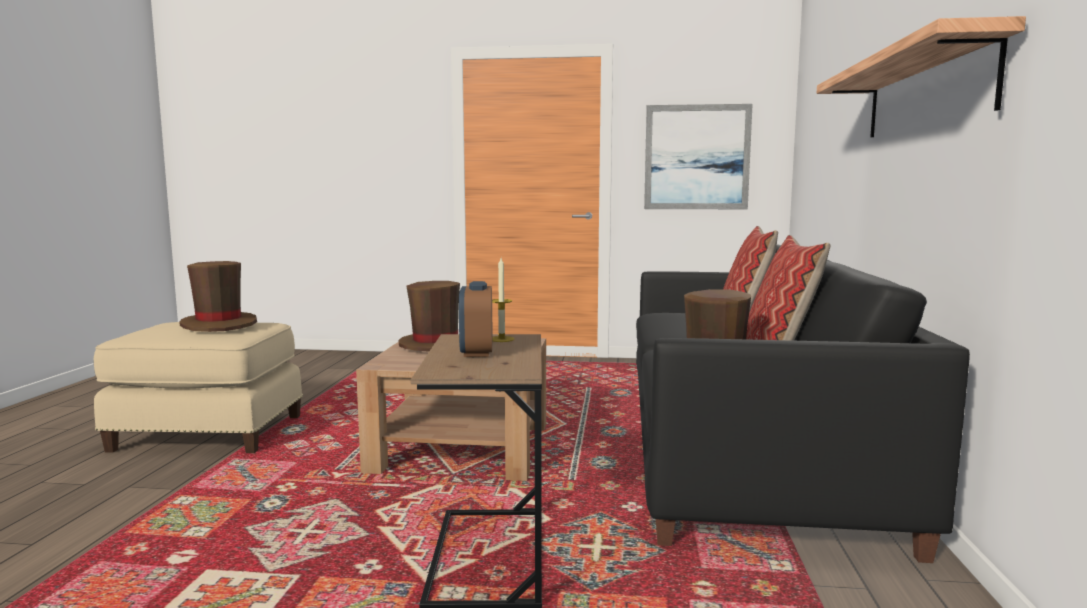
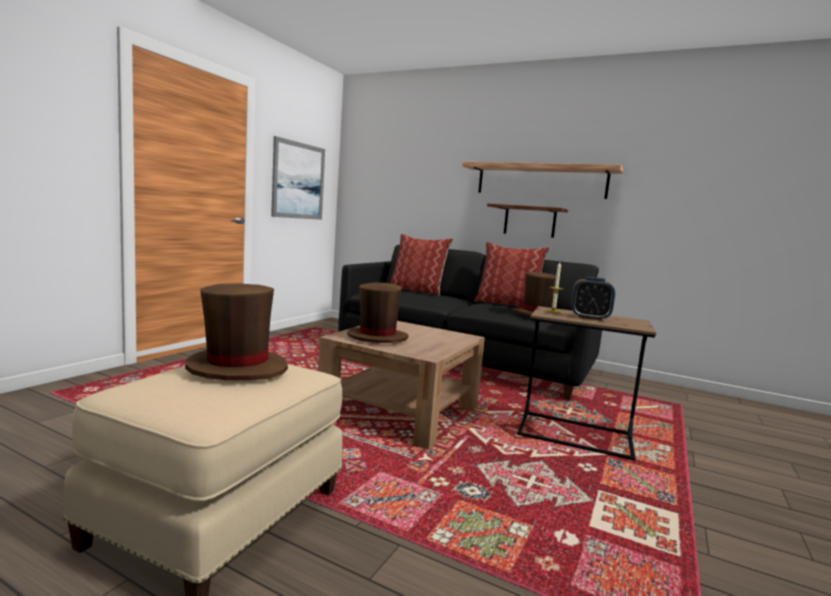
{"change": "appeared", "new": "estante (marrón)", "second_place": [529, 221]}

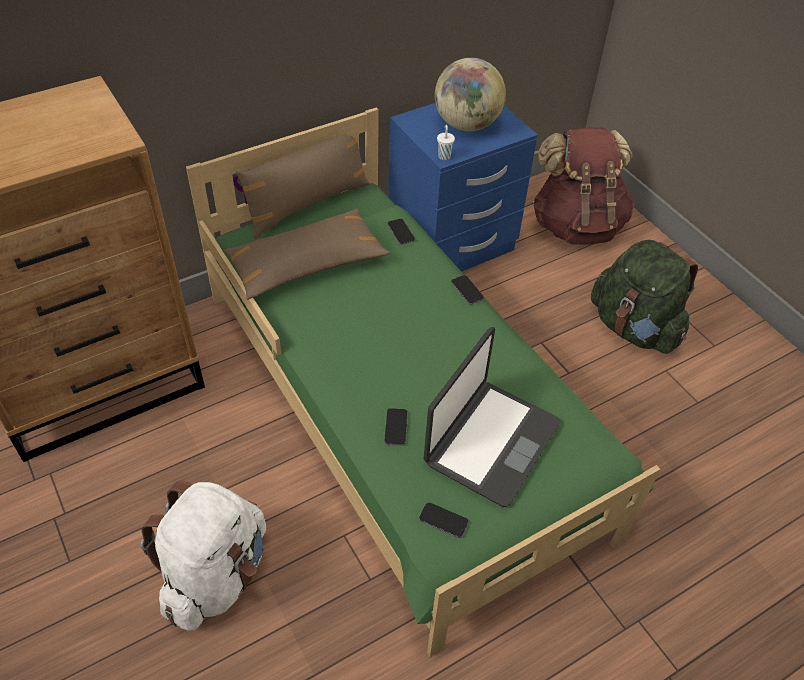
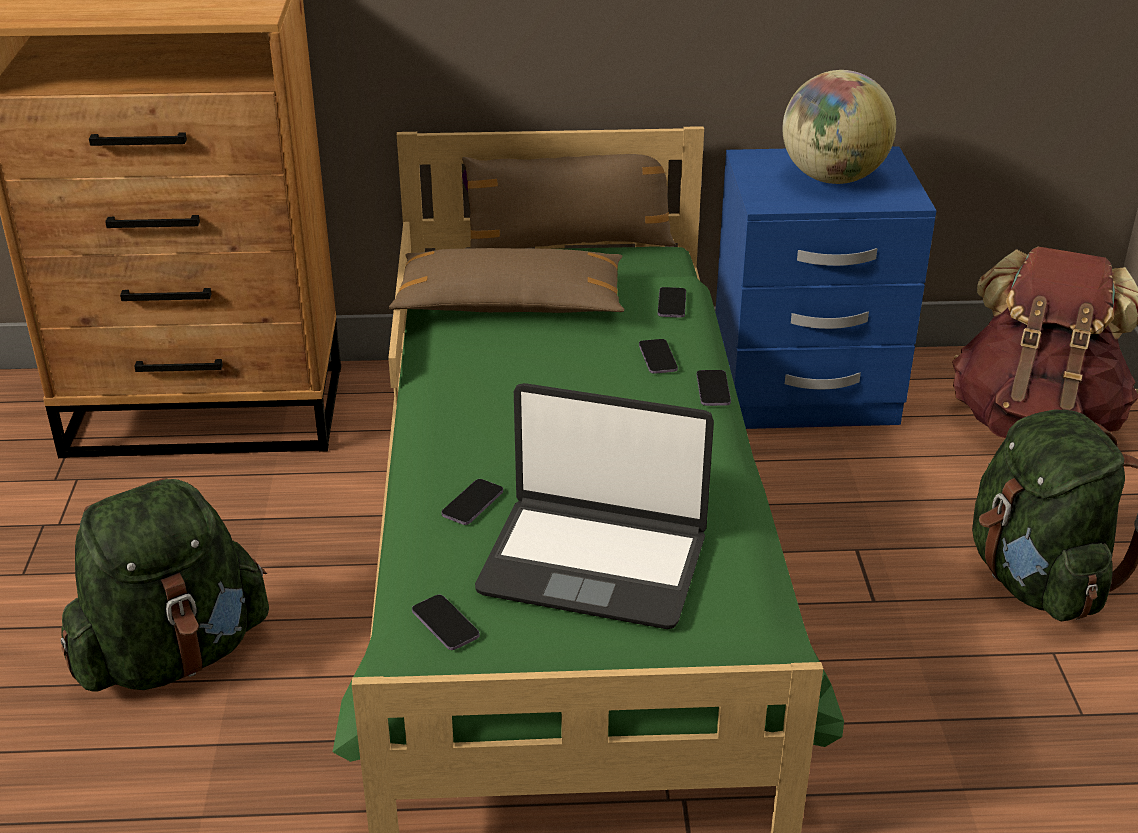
{"change": "colour", "old": "mochila (blanco)", "new": "mochila (verde)", "first_place": [216, 575], "second_place": [174, 655]}
{"change": "spun", "old": "portátil", "first_place": [490, 442], "second_place": [594, 563], "degrees": 45}
{"change": "appeared", "new": "móvil", "second_place": [657, 358]}
{"change": "missing", "old": "taza (blanco)", "first_place": [444, 156]}

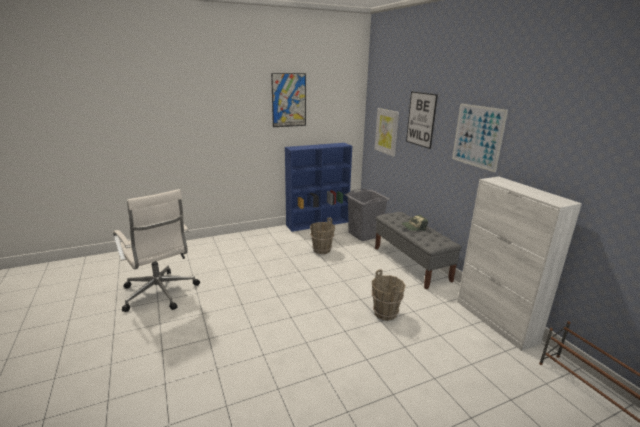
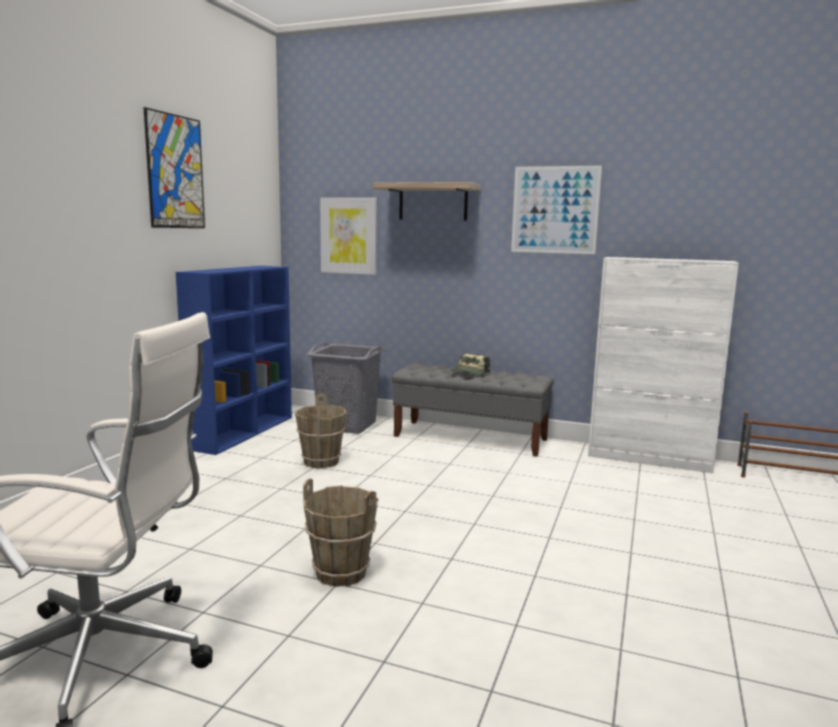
{"change": "relocated", "old": "cubo (marrón)", "first_place": [385, 313], "second_place": [341, 572]}
{"change": "exchanged", "old": "cuadro", "new": "estante", "first_place": [421, 119], "second_place": [433, 202]}

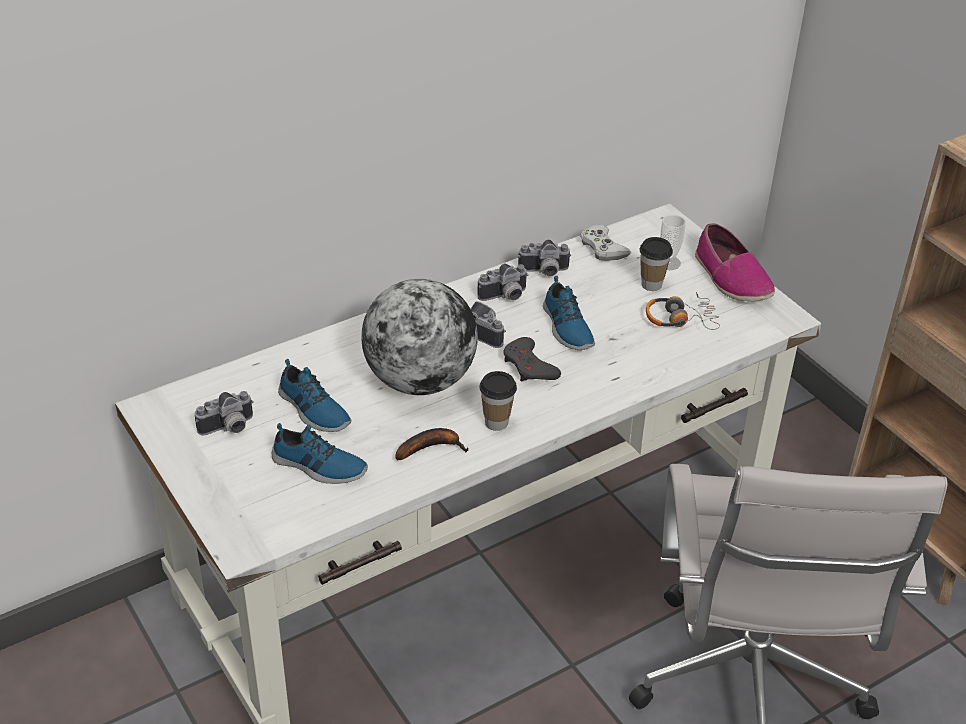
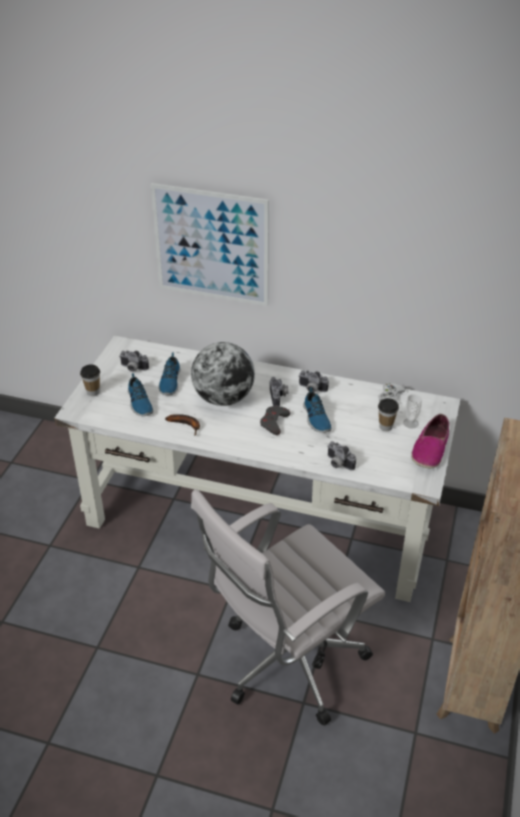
{"change": "relocated", "old": "taza", "first_place": [496, 422], "second_place": [93, 392]}
{"change": "appeared", "new": "cuadro", "second_place": [211, 245]}
{"change": "spun", "old": "zapato", "first_place": [566, 327], "second_place": [316, 418], "degrees": -45}
{"change": "relocated", "old": "cámara", "first_place": [544, 272], "second_place": [338, 464]}
{"change": "missing", "old": "auriculares", "first_place": [680, 319]}

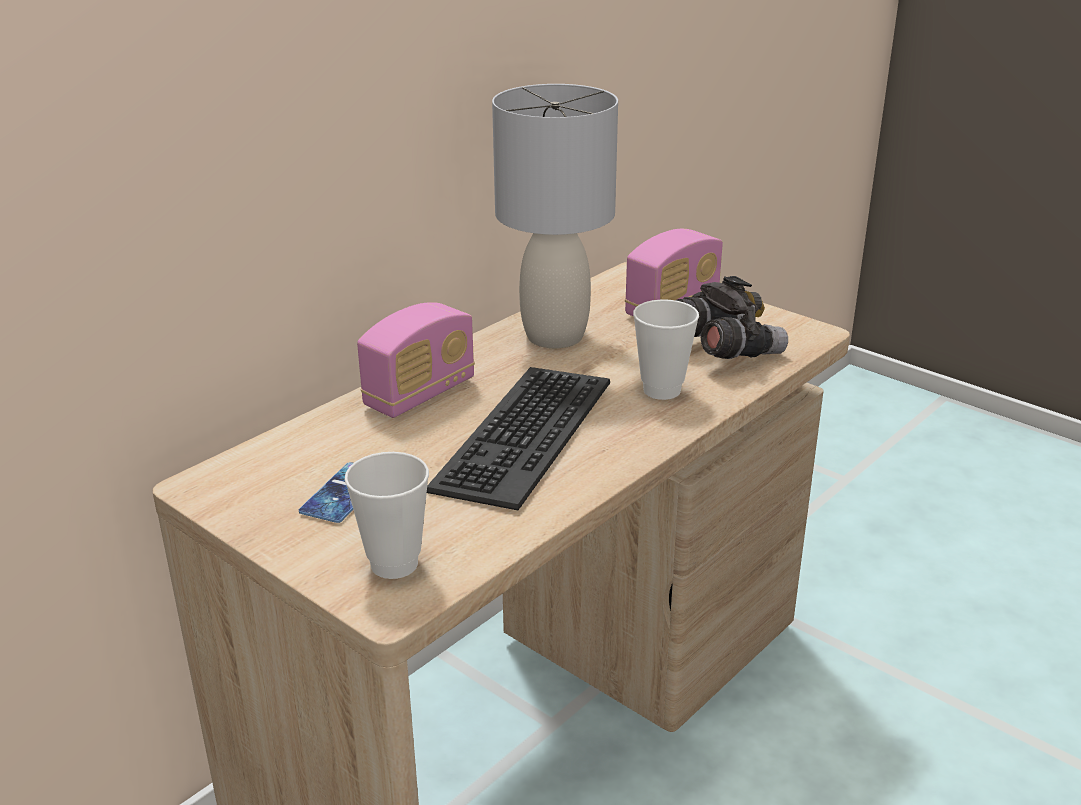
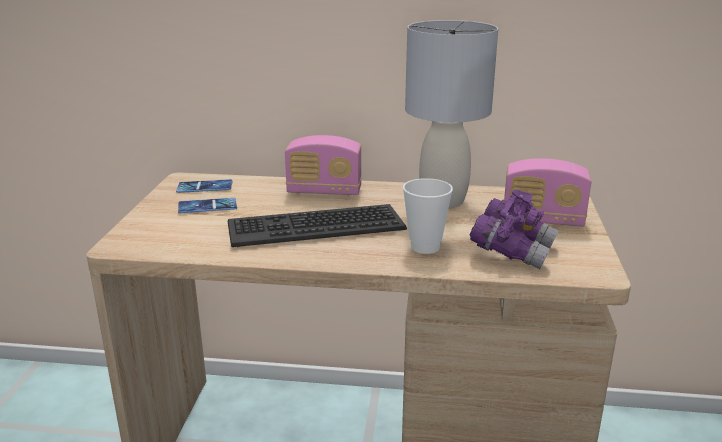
{"change": "appeared", "new": "móvil", "second_place": [204, 187]}
{"change": "colour", "old": "prismáticos (gris)", "new": "prismáticos (morado)", "first_place": [724, 351], "second_place": [512, 251]}
{"change": "missing", "old": "taza", "first_place": [394, 564]}

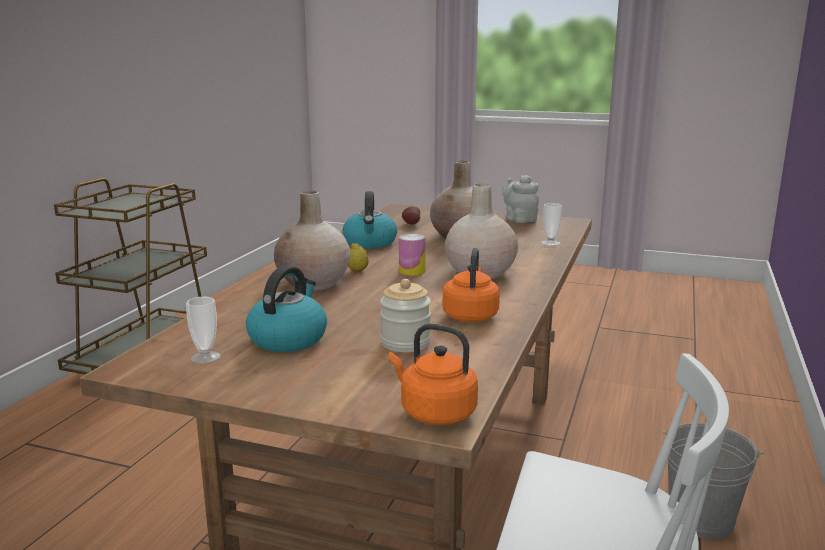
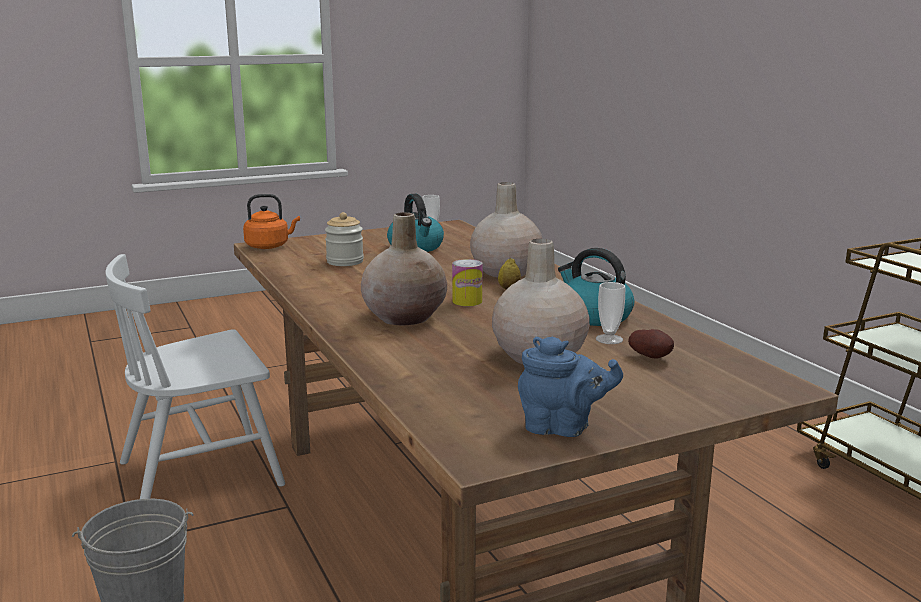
{"change": "colour", "old": "tetera (gris)", "new": "tetera (azul)", "first_place": [519, 219], "second_place": [562, 428]}
{"change": "relocated", "old": "taza", "first_place": [550, 243], "second_place": [609, 339]}
{"change": "missing", "old": "hervidor (naranja)", "first_place": [470, 315]}

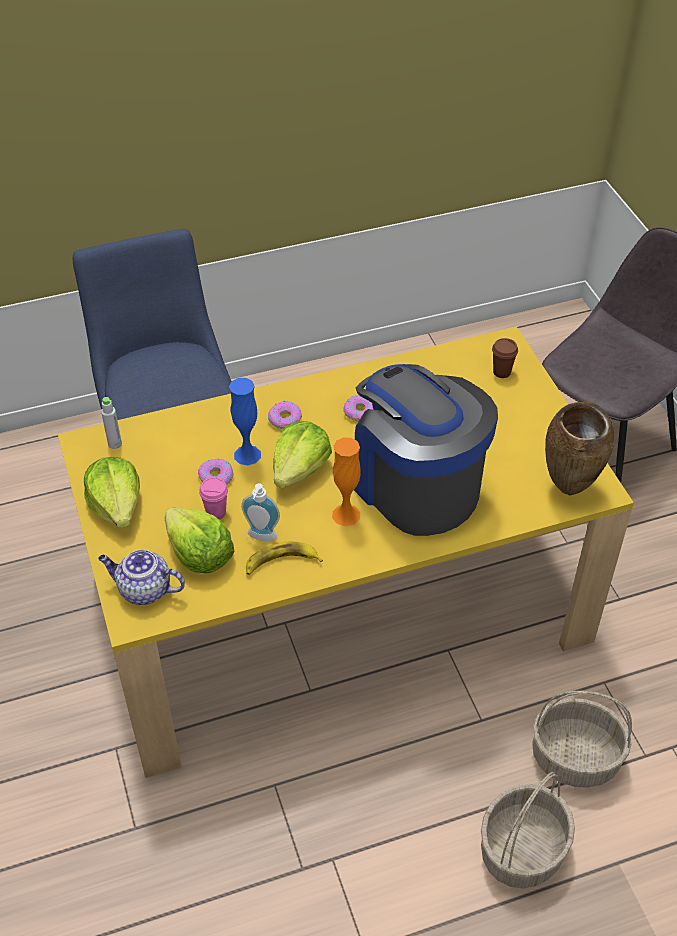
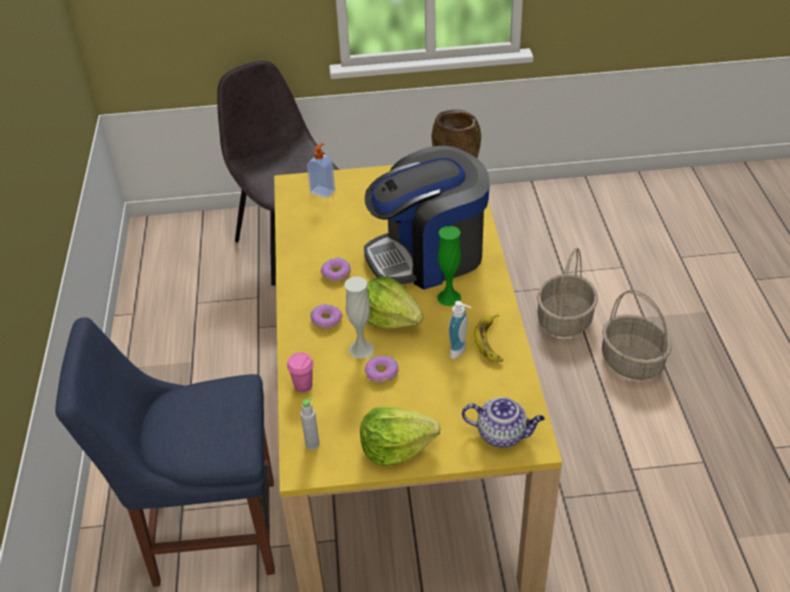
{"change": "relocated", "old": "taza (rosa)", "first_place": [216, 512], "second_place": [303, 385]}
{"change": "exchanged", "old": "taza (marrón)", "new": "dispensador de jabón", "first_place": [501, 372], "second_place": [323, 191]}
{"change": "colour", "old": "florero (azul)", "new": "florero (blanco)", "first_place": [247, 455], "second_place": [361, 349]}
{"change": "colour", "old": "florero (naranja)", "new": "florero (verde)", "first_place": [346, 515], "second_place": [449, 297]}
{"change": "spun", "old": "tetera", "first_place": [143, 590], "second_place": [502, 434], "degrees": -105}
{"change": "missing", "old": "lechuga", "first_place": [199, 554]}

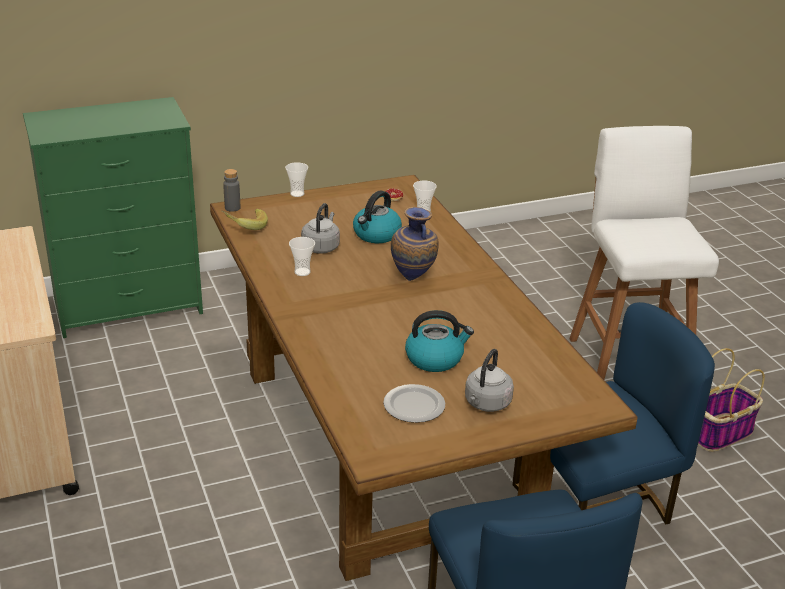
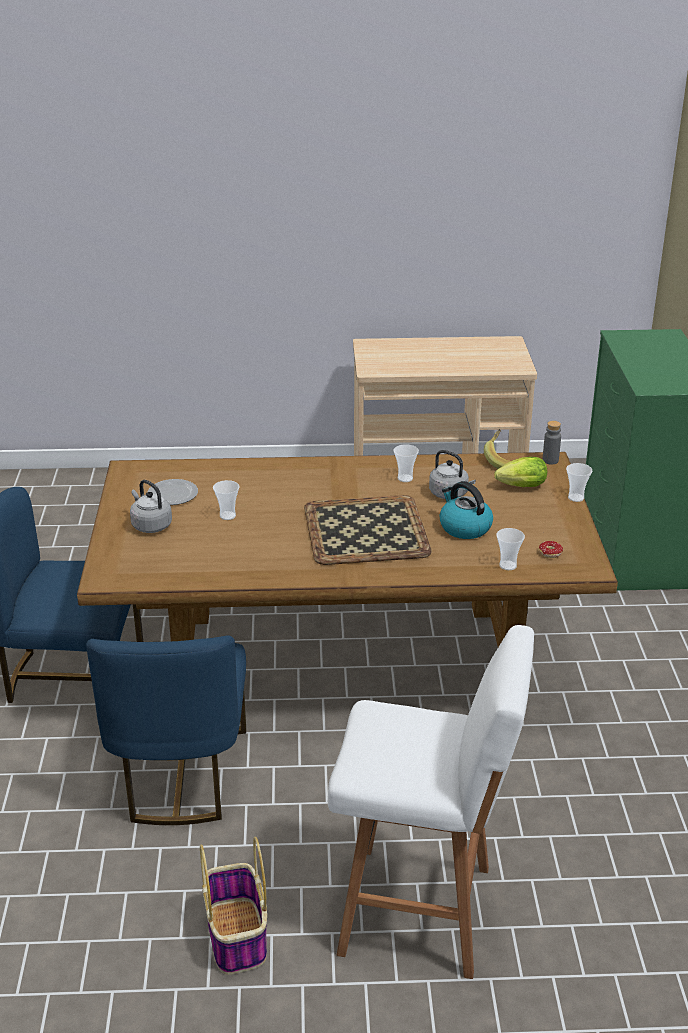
{"change": "exchanged", "old": "hervidor", "new": "taza", "first_place": [435, 358], "second_place": [227, 516]}
{"change": "exchanged", "old": "florero", "new": "bandeja", "first_place": [413, 278], "second_place": [365, 531]}
{"change": "appeared", "new": "lechuga", "second_place": [519, 487]}

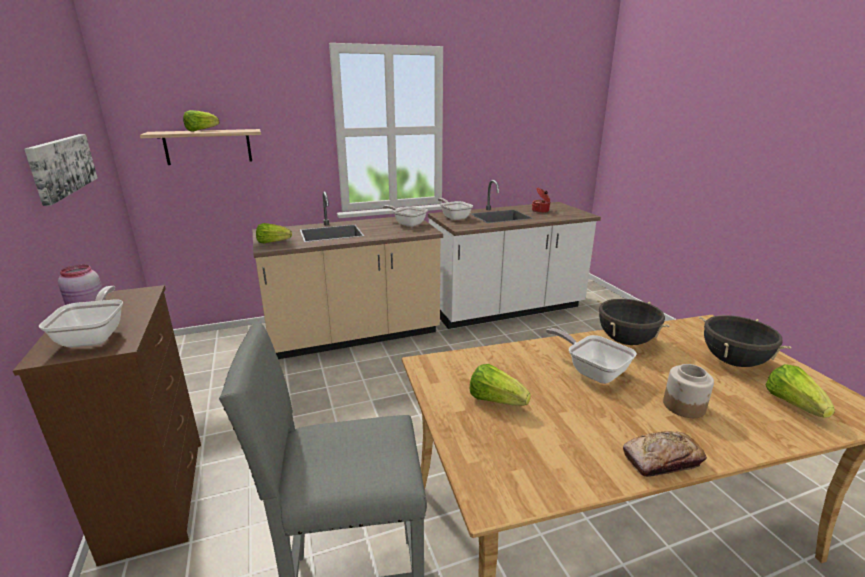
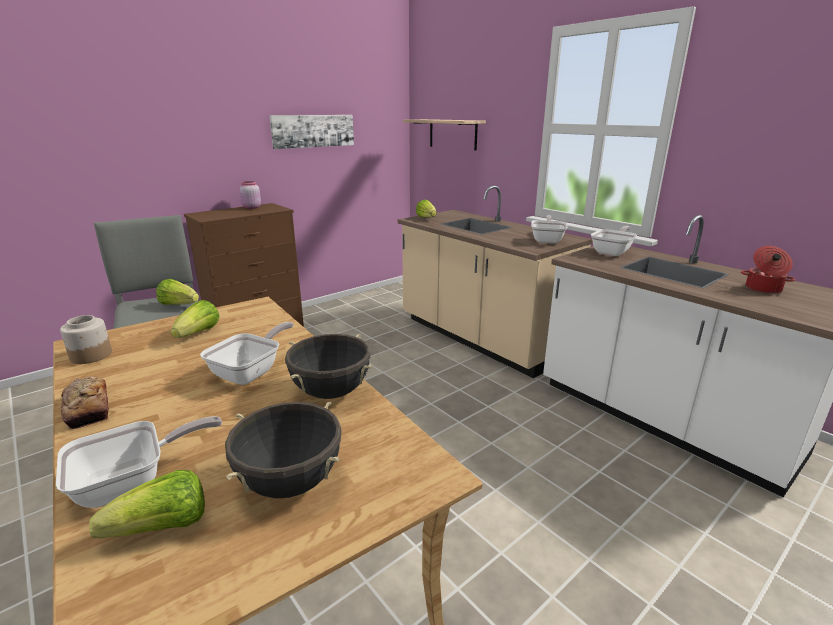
{"change": "relocated", "old": "sartén", "first_place": [95, 336], "second_place": [133, 483]}
{"change": "relocated", "old": "tarro", "first_place": [684, 406], "second_place": [91, 356]}
{"change": "relocated", "old": "lechuga", "first_place": [201, 130], "second_place": [179, 305]}

